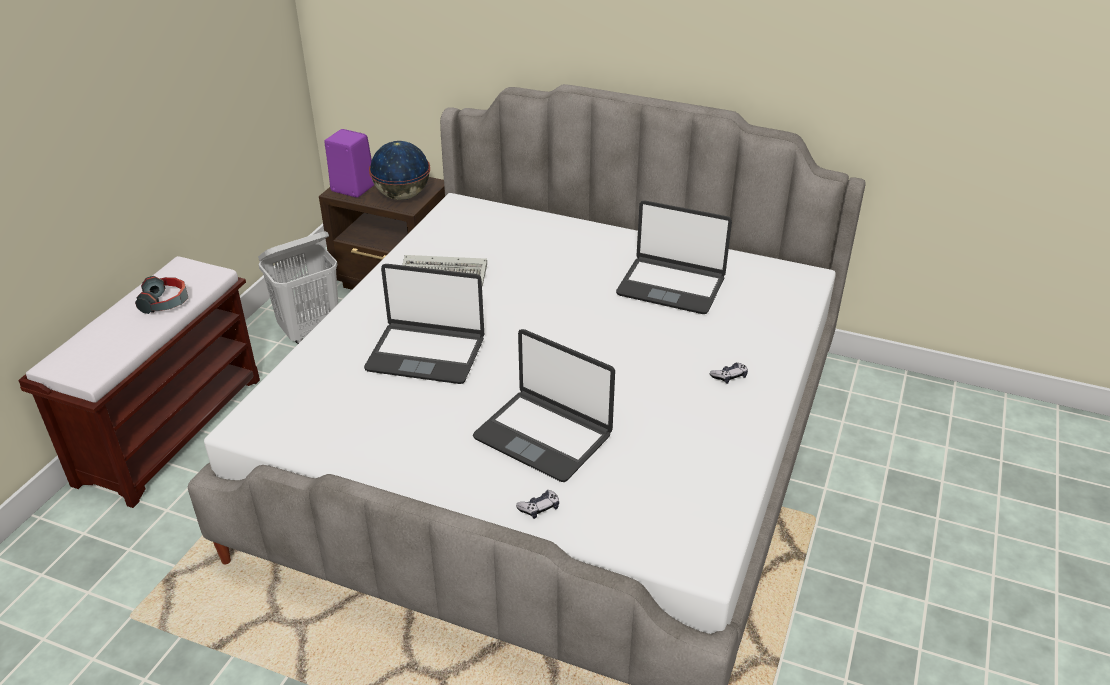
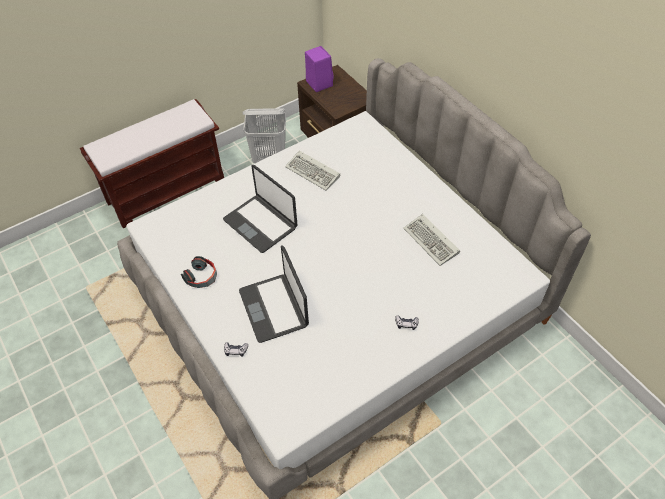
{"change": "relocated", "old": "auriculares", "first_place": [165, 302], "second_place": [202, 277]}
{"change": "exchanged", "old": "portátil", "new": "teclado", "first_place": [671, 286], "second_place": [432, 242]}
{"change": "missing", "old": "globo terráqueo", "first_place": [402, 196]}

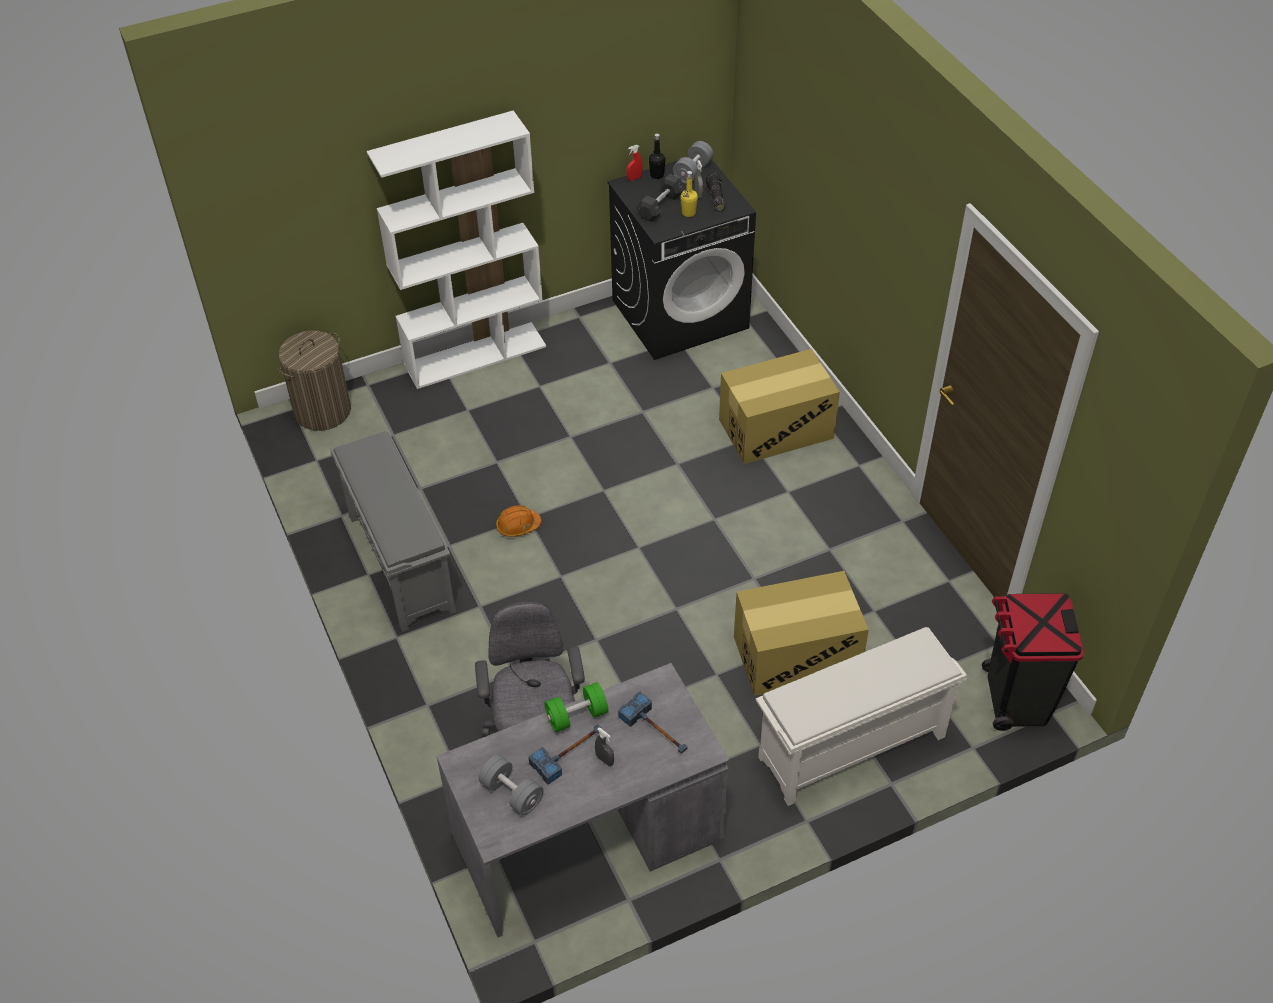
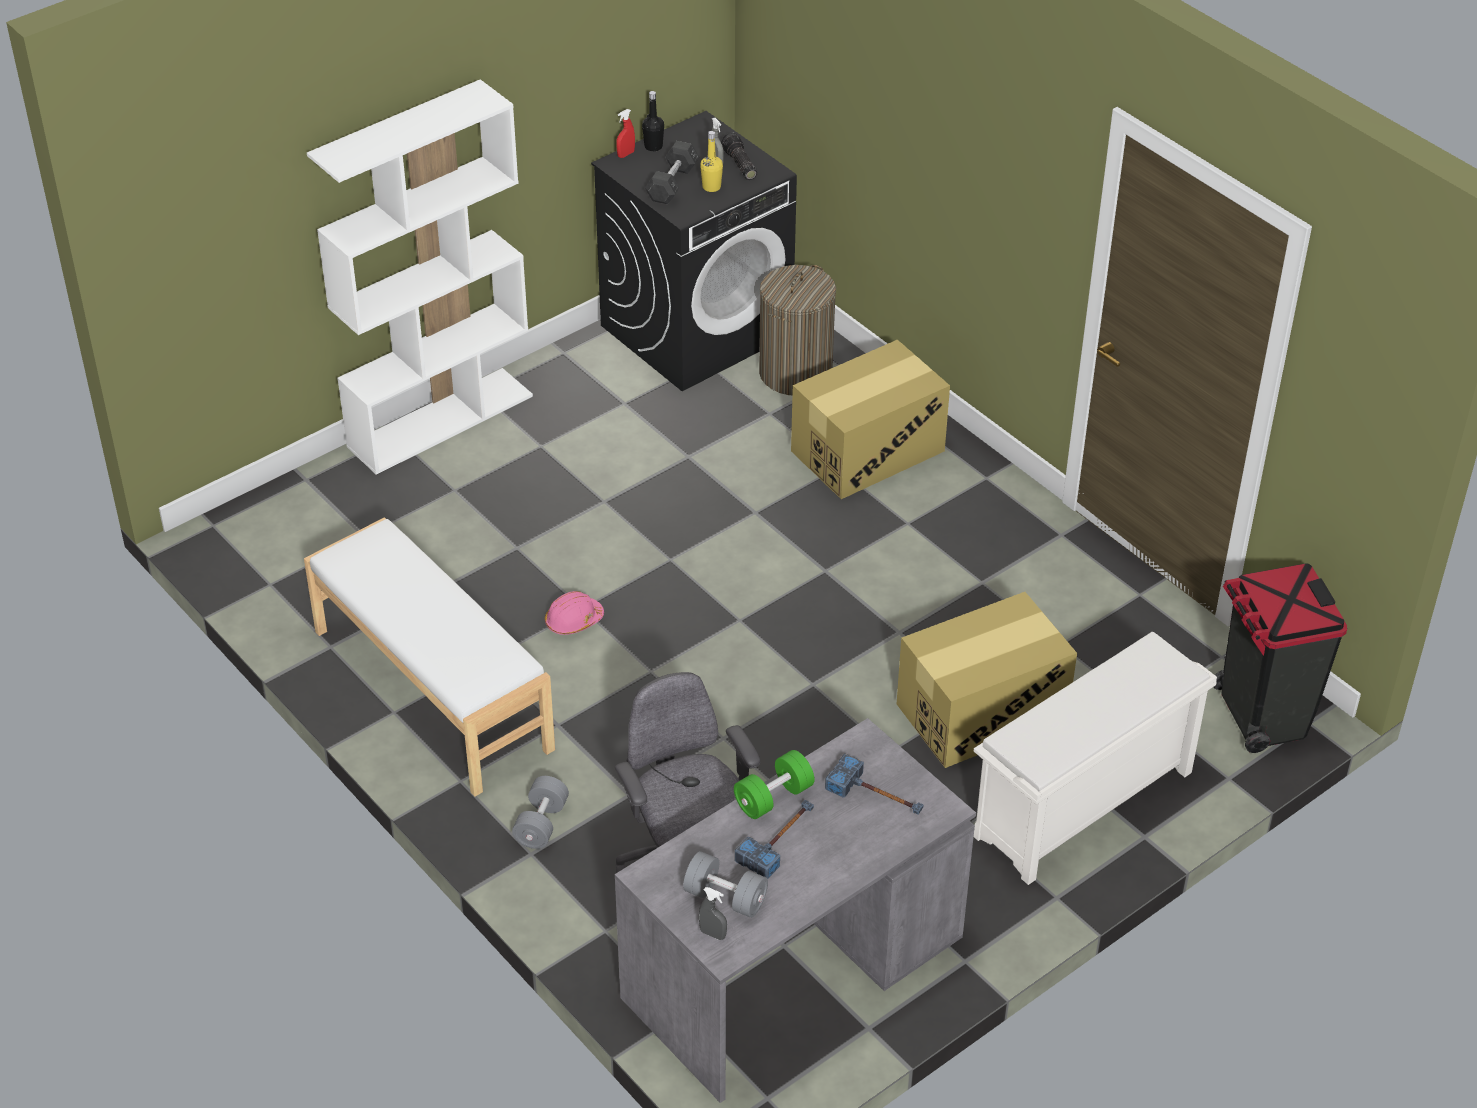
{"change": "exchanged", "old": "zapatero (gris)", "new": "banco (blanco)", "first_place": [399, 562], "second_place": [431, 690]}
{"change": "relocated", "old": "mancuerna (gris)", "first_place": [693, 172], "second_place": [541, 824]}
{"change": "colour", "old": "casco (naranja)", "new": "casco (rosa)", "first_place": [518, 526], "second_place": [573, 621]}
{"change": "relocated", "old": "pulverizador (gris)", "first_place": [604, 760], "second_place": [713, 934]}
{"change": "relocated", "old": "cesto de la ropa", "first_place": [323, 411], "second_place": [795, 373]}

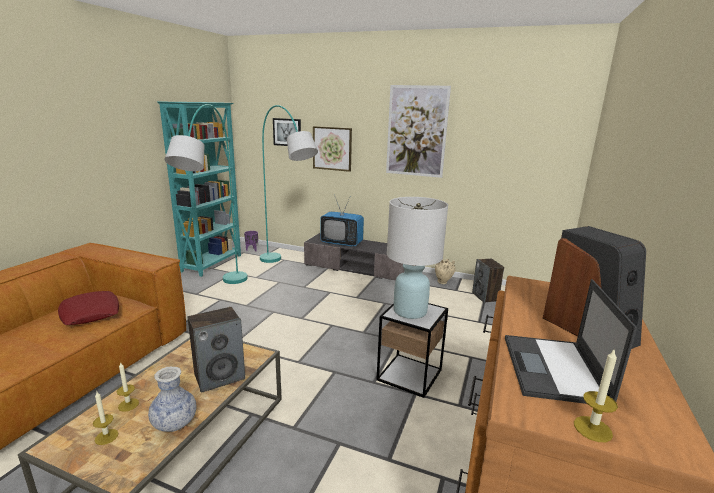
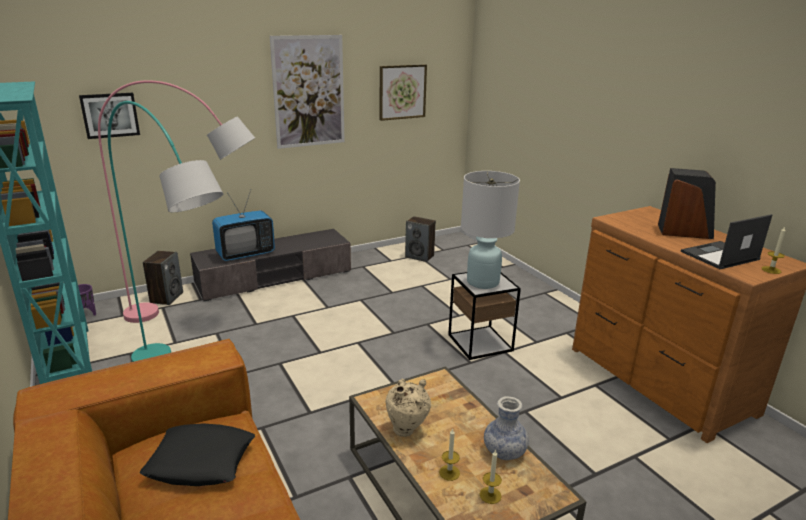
{"change": "colour", "old": "lámpara de pie (turquesa)", "new": "lámpara de pie (rosa)", "first_place": [287, 272], "second_place": [201, 318]}
{"change": "colour", "old": "cojín (rojo)", "new": "cojín (negro)", "first_place": [91, 313], "second_place": [201, 461]}
{"change": "relocated", "old": "altavoz", "first_place": [220, 376], "second_place": [166, 297]}
{"change": "relocated", "old": "cuadro", "first_place": [332, 148], "second_place": [402, 92]}
{"change": "relocated", "old": "florero (beis)", "first_place": [443, 283], "second_place": [407, 431]}
{"change": "spun", "old": "portátil", "first_place": [554, 370], "second_place": [719, 256], "degrees": 105}

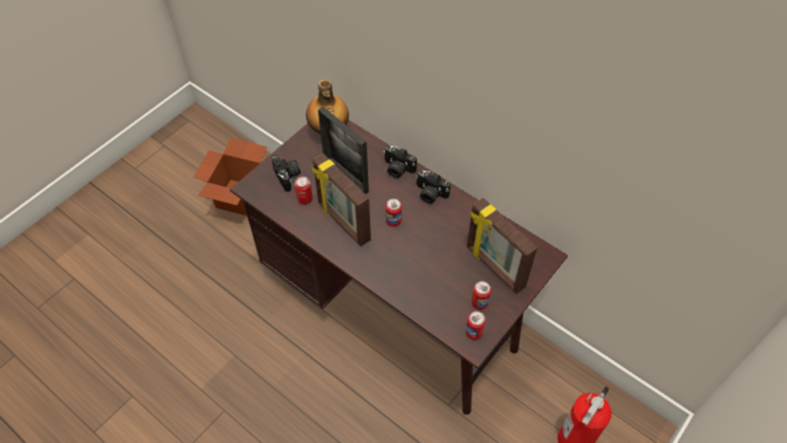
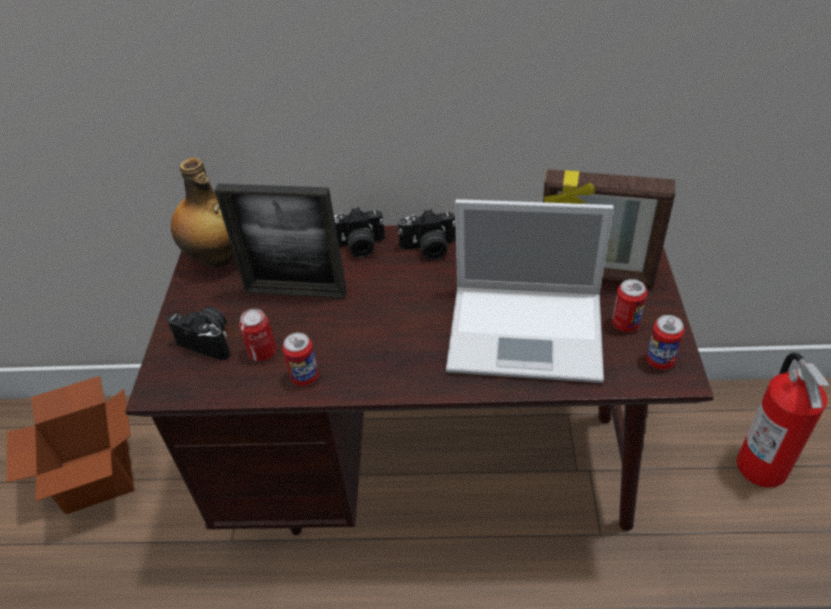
{"change": "relocated", "old": "lata", "first_place": [393, 221], "second_place": [305, 377]}
{"change": "appeared", "new": "portátil", "second_place": [529, 332]}
{"change": "missing", "old": "portarretratos", "first_place": [343, 222]}

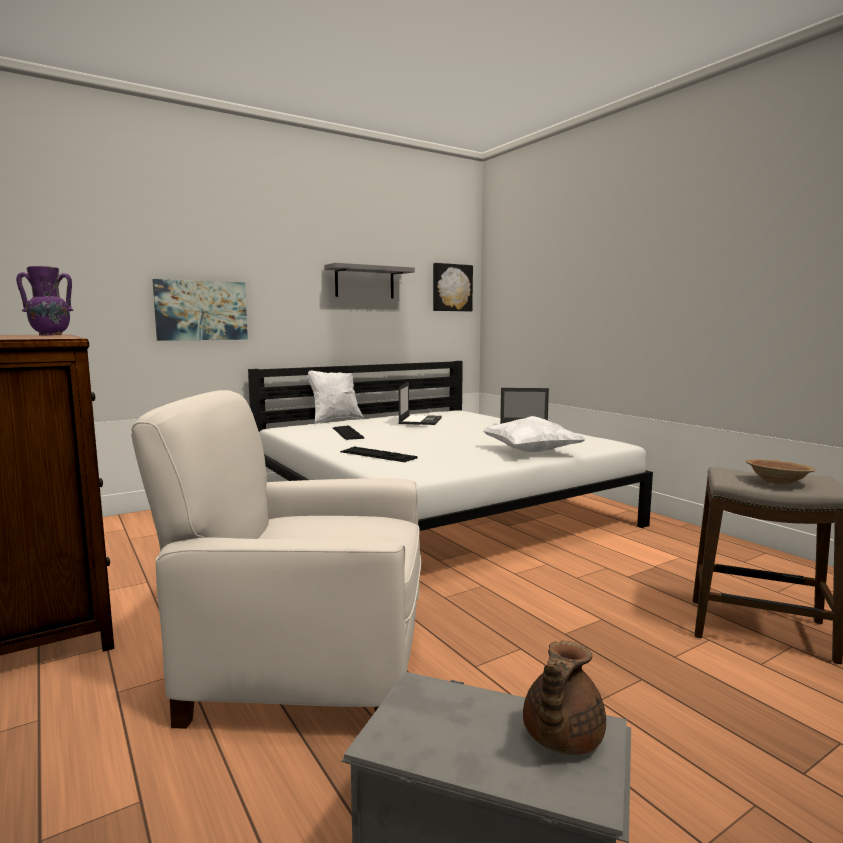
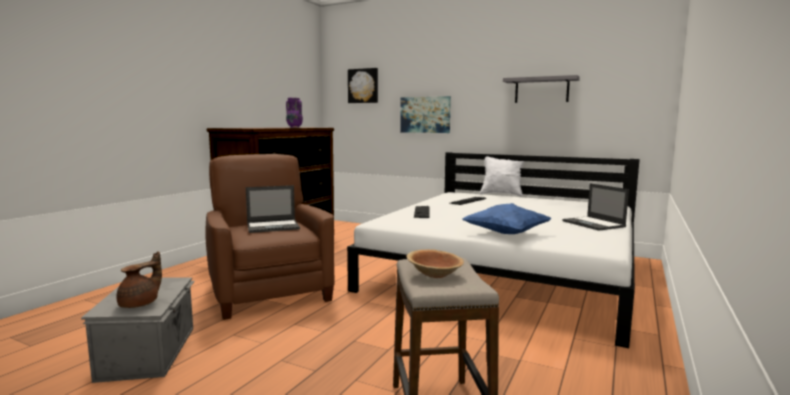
{"change": "spun", "old": "tetera (marrón)", "first_place": [560, 738], "second_place": [140, 303], "degrees": 120}
{"change": "colour", "old": "sillón (blanco)", "new": "sillón (marrón)", "first_place": [306, 665], "second_place": [269, 292]}
{"change": "relocated", "old": "portátil", "first_place": [420, 420], "second_place": [273, 226]}
{"change": "relocated", "old": "cuadro", "first_place": [451, 287], "second_place": [363, 86]}
{"change": "colour", "old": "cojín (blanco)", "new": "cojín (azul)", "first_place": [531, 452], "second_place": [505, 234]}

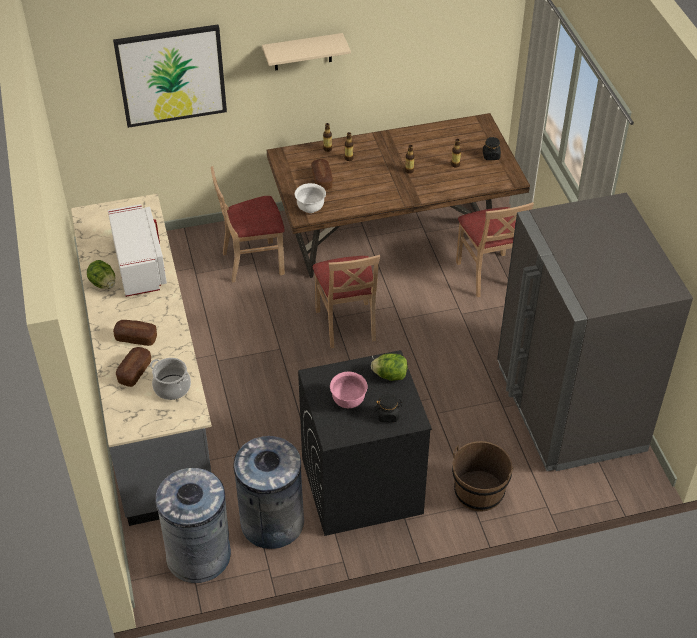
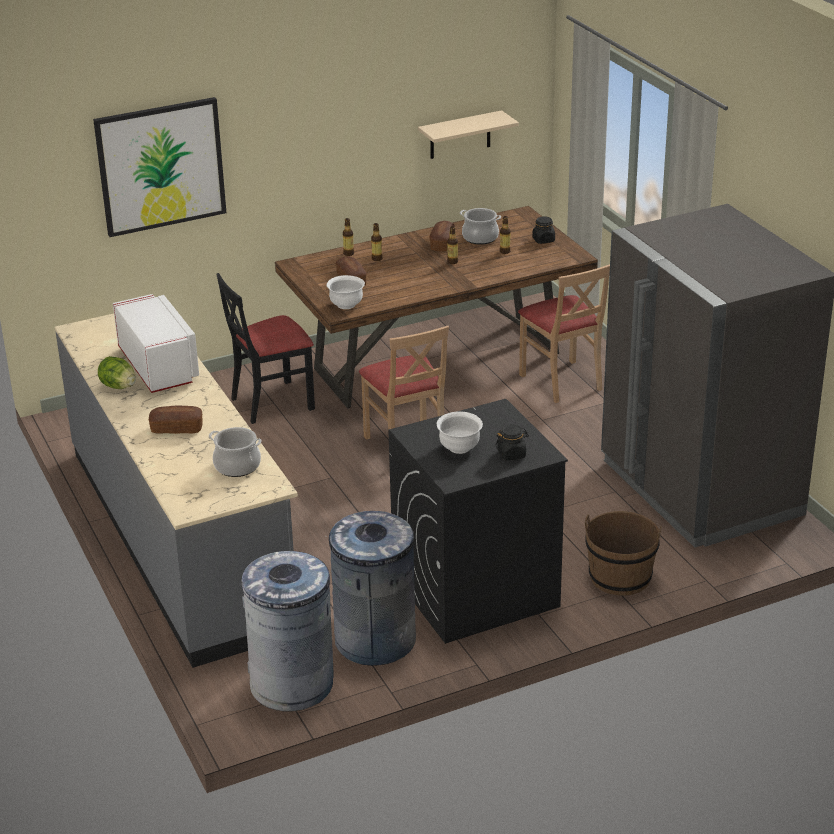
{"change": "colour", "old": "silla (beis)", "new": "silla (negro)", "first_place": [253, 262], "second_place": [272, 402]}
{"change": "relocated", "old": "estante (beis)", "first_place": [303, 52], "second_place": [460, 135]}
{"change": "relocated", "old": "pan", "first_place": [134, 372], "second_place": [442, 243]}
{"change": "colour", "old": "cuenco (rosa)", "new": "cuenco (blanco)", "first_place": [348, 401], "second_place": [459, 448]}
{"change": "appeared", "new": "olla", "second_place": [480, 238]}
{"change": "missing", "old": "lechuga", "first_place": [390, 375]}

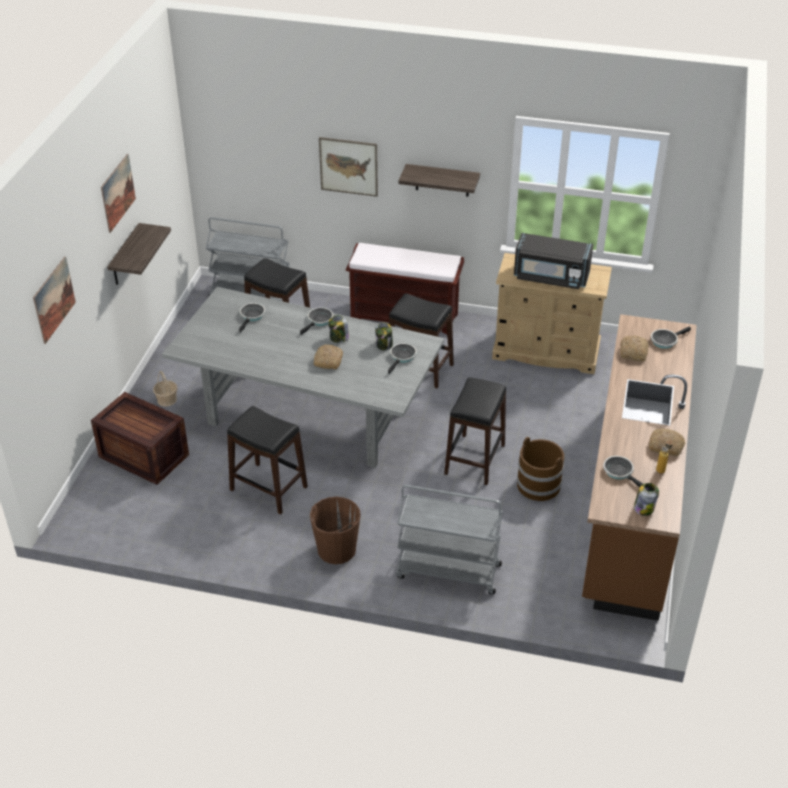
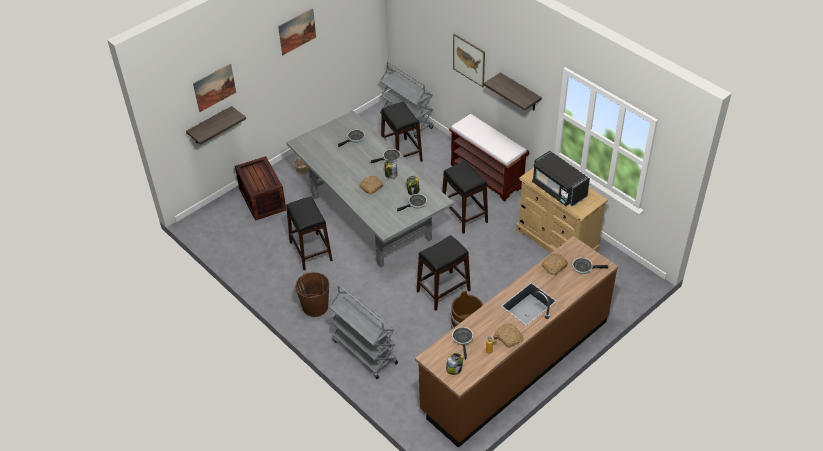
{"change": "relocated", "old": "estante", "first_place": [125, 256], "second_place": [210, 126]}

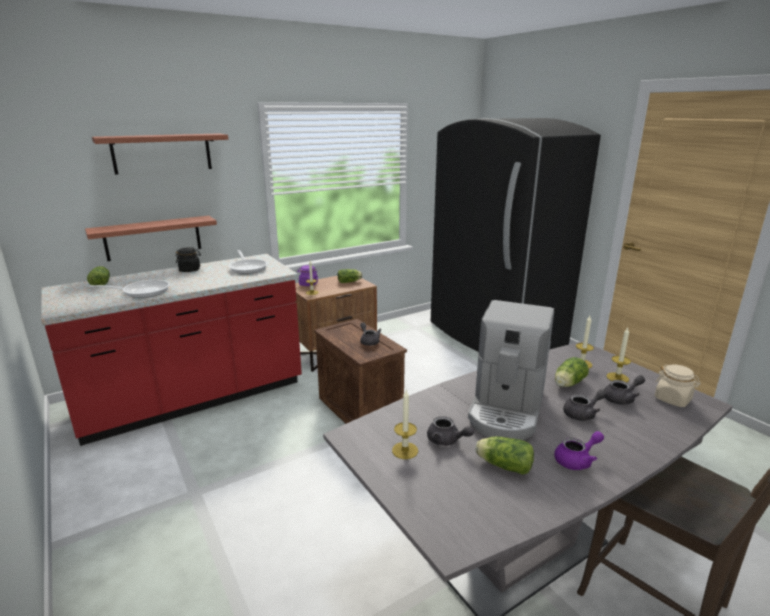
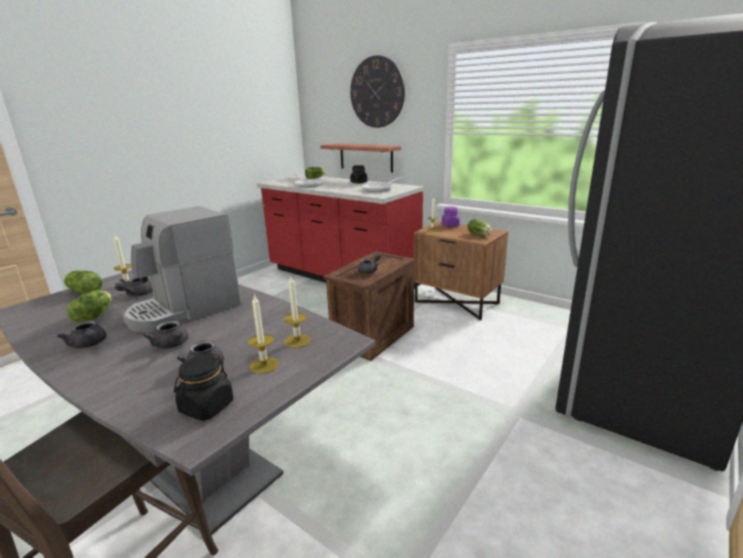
{"change": "colour", "old": "tetera (morado)", "new": "tetera (gris)", "first_place": [577, 460], "second_place": [89, 345]}
{"change": "relocated", "old": "lechuga", "first_place": [567, 384], "second_place": [83, 291]}
{"change": "spun", "old": "cafetera", "first_place": [507, 409], "second_place": [184, 310], "degrees": -45}
{"change": "colour", "old": "tarro (beis)", "new": "tarro (negro)", "first_place": [673, 399], "second_place": [206, 407]}
{"change": "exchanged", "old": "estante", "new": "reloj de pared", "first_place": [162, 153], "second_place": [377, 92]}

